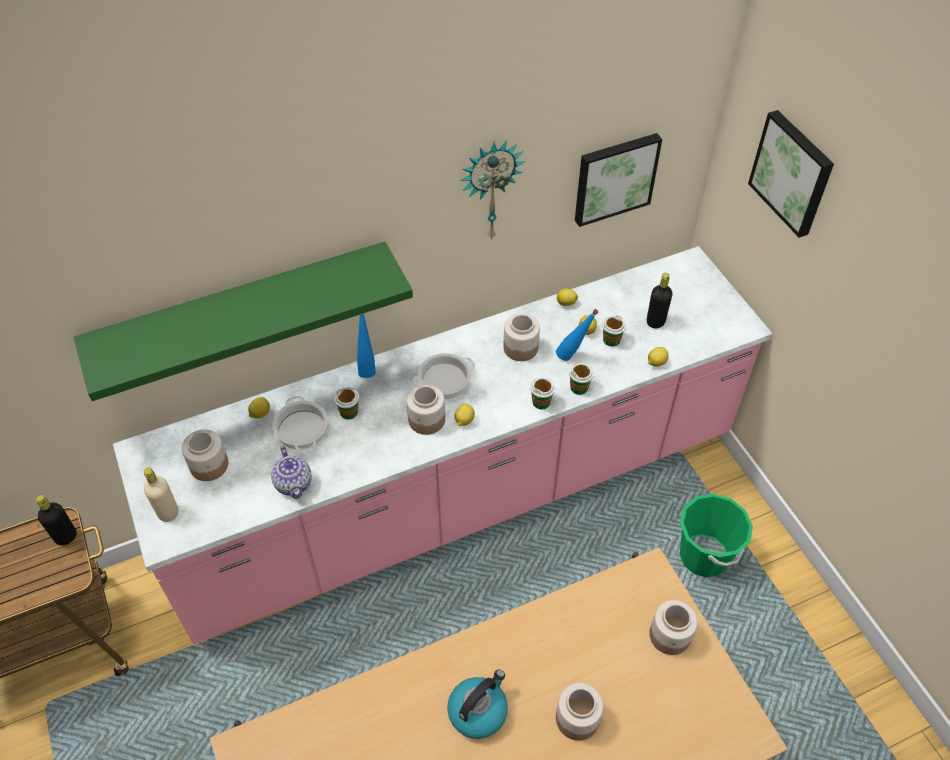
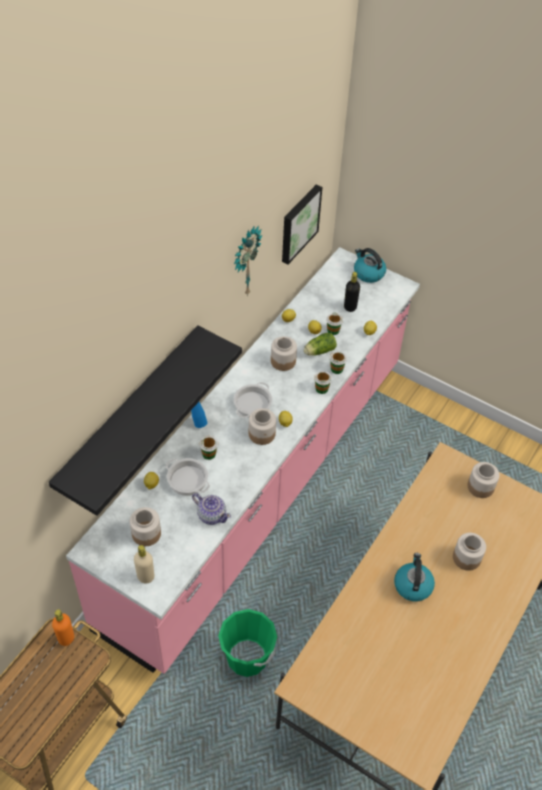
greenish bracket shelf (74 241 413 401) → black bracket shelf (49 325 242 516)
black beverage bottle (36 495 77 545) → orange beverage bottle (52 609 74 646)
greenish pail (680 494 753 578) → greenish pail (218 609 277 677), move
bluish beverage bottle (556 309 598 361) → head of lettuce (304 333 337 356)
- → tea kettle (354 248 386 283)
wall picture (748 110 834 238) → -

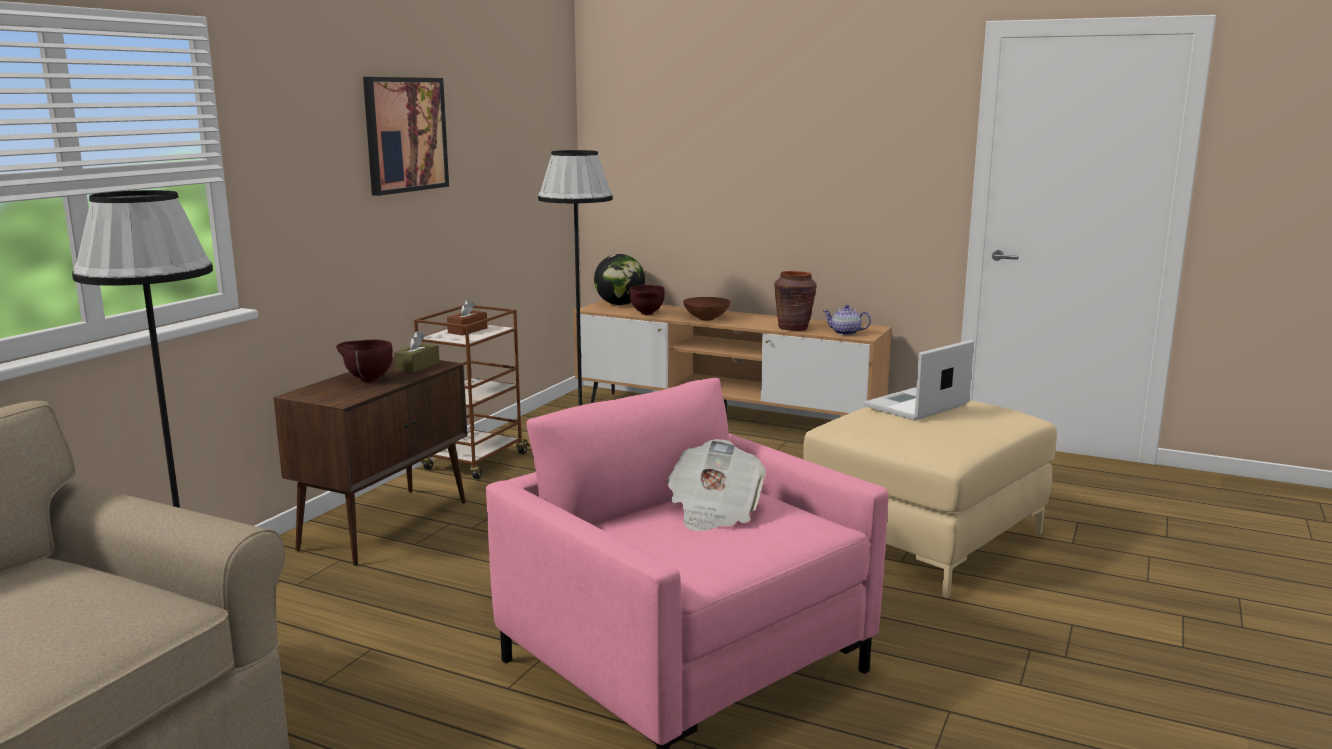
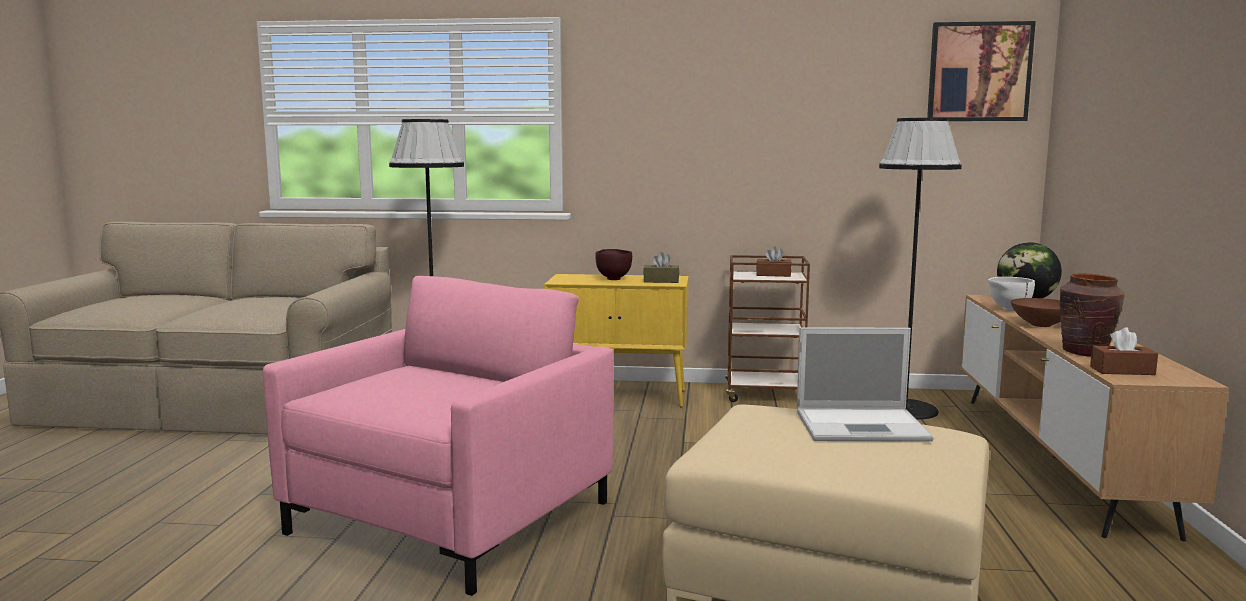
brown-coloured cabinet (273 357 467 566) → yellow-coloured cabinet (544 274 689 407)
portable computer (863 340 974 421) → portable computer (797 327 934 442), 150 degrees clockwise
wall picture (363 77 449 196) → wall picture (927 21 1036 121), move
brown-coloured serving bowl (630 285 665 315) → whitish serving bowl (988 277 1035 311)
tea pot (823 305 871 335) → brown-coloured box of tissues (1090 328 1158 375)
printed paper (667 439 767 531) → -

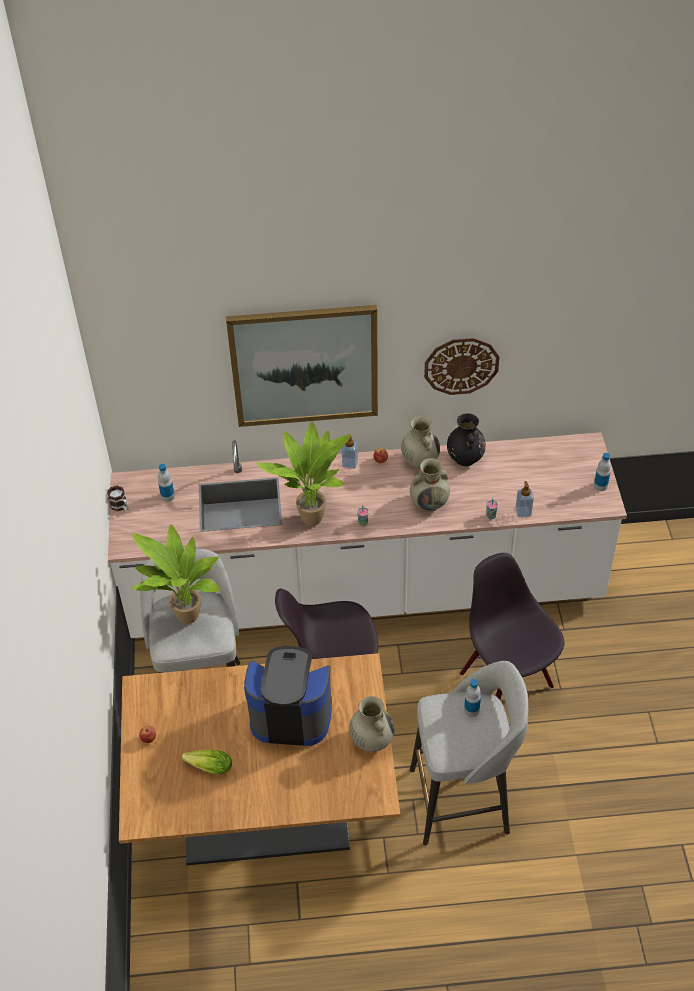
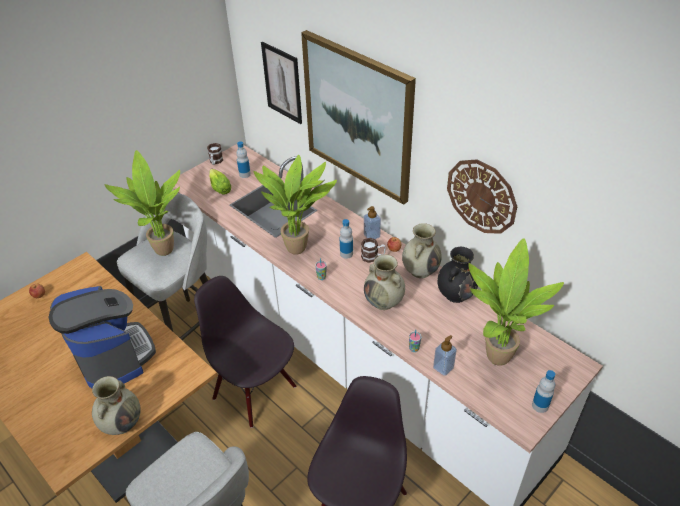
head of lettuce (182 750 232 775) → head of lettuce (209 169 231 195), move
- → wall picture (261 42 302 124)
beverage bottle (464 679 481 717) → beverage bottle (340 219 353 259), move
- → tea mug (361 238 386 263)
- → houseplant (468 238 564 366)

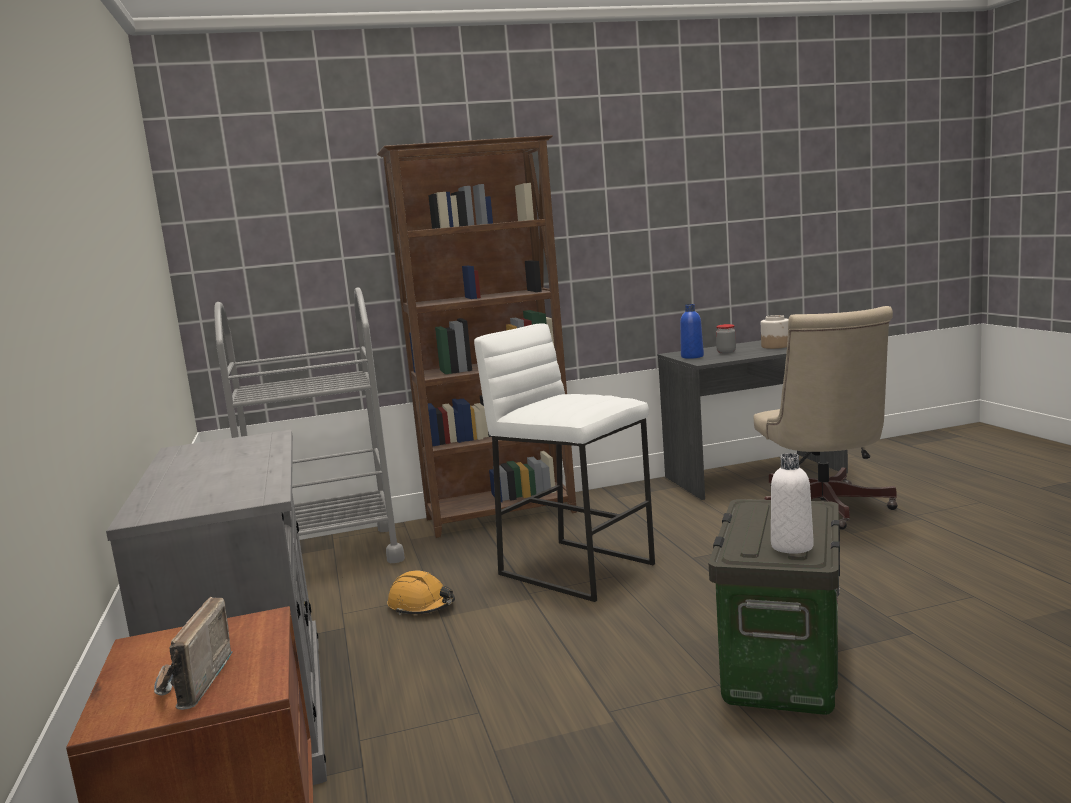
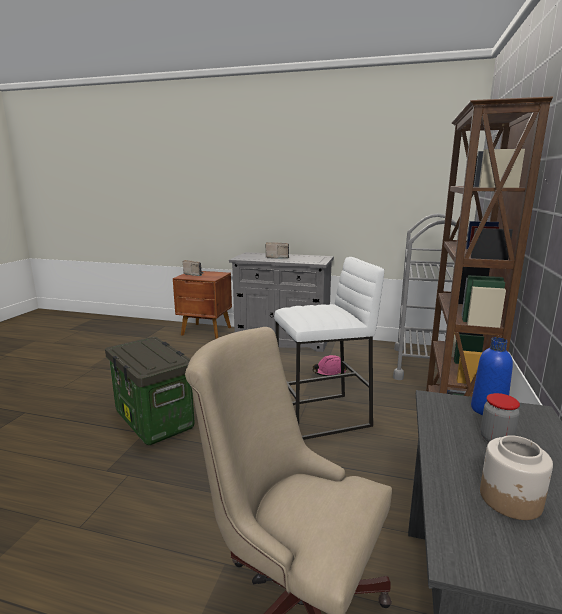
- → radio (265 242 289 258)
orange safety helmet (387 570 455 615) → pinkish safety helmet (313 355 347 376)
whitish beverage bottle (771 453 814 554) → -

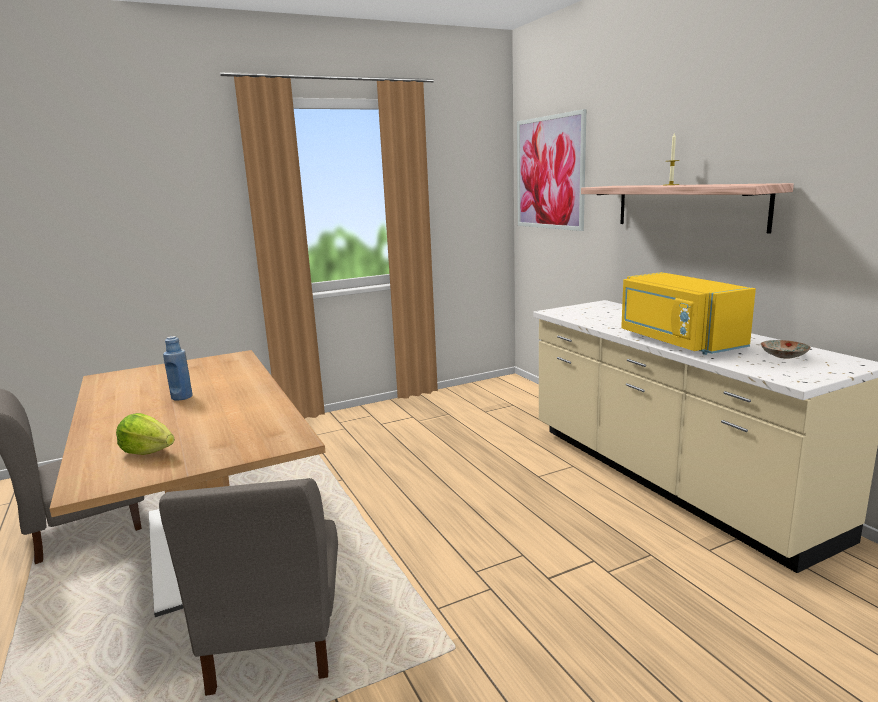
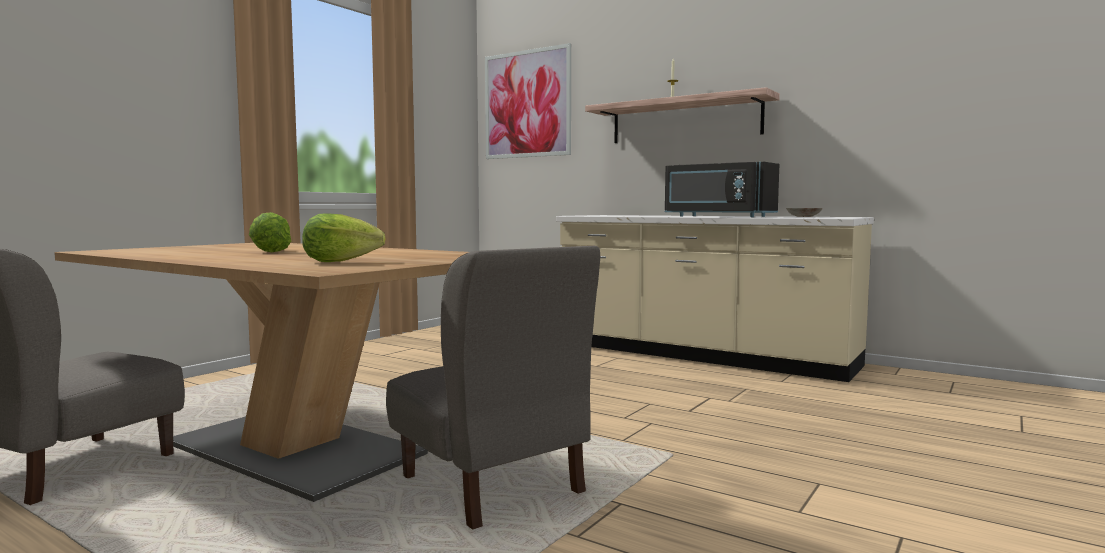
bluish beverage bottle (163 336 193 401) → head of lettuce (249 212 291 252)
yellow-coloured kitchen microwave (621 272 756 355) → black kitchen microwave (665 162 779 217)

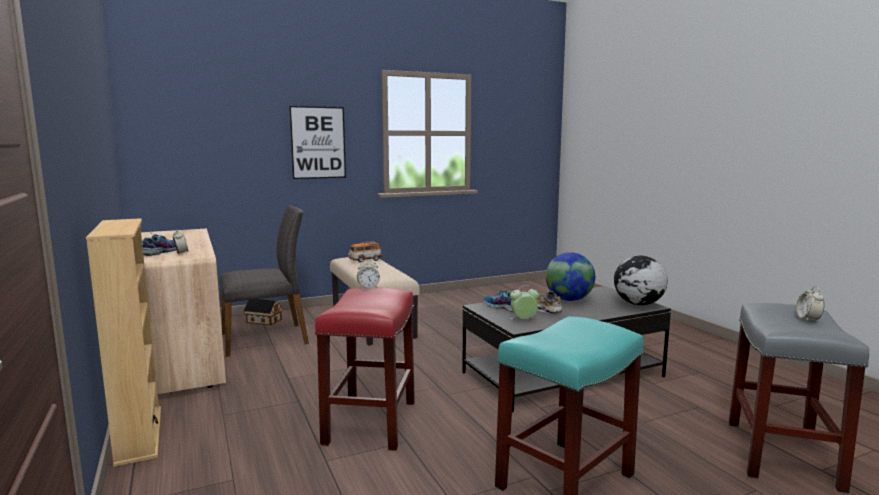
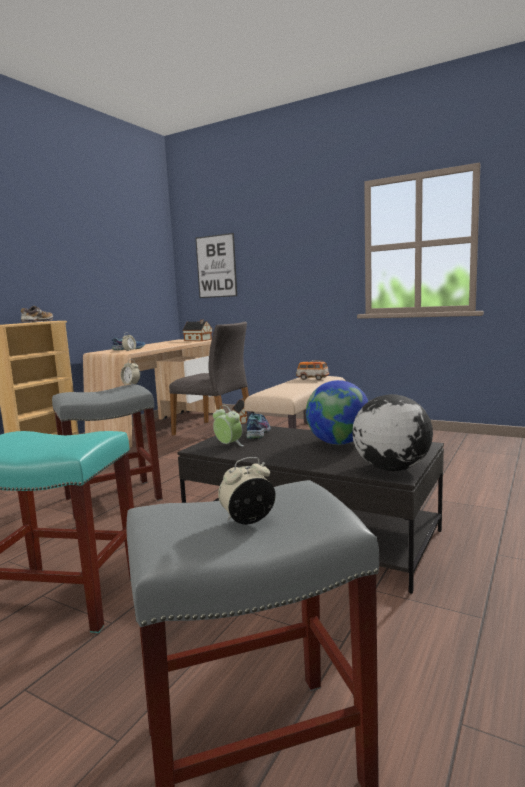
item of footwear (535 291 562 315) → item of footwear (21 306 53 323), move
red sitting stool (315 287 415 451) → grey sitting stool (52 384 163 520)
- → miniature house (182 320 212 341)
wall picture (289 106 346 179) → wall picture (195 233 237 298), move

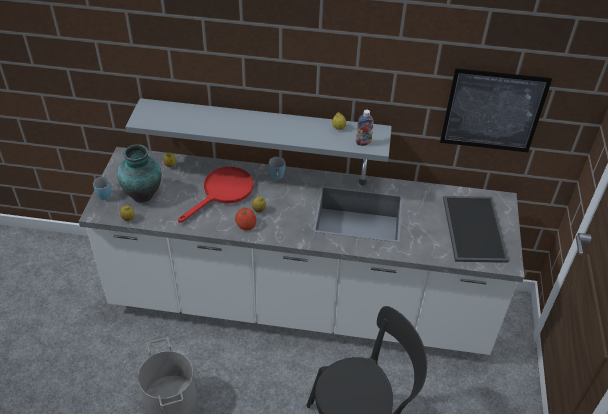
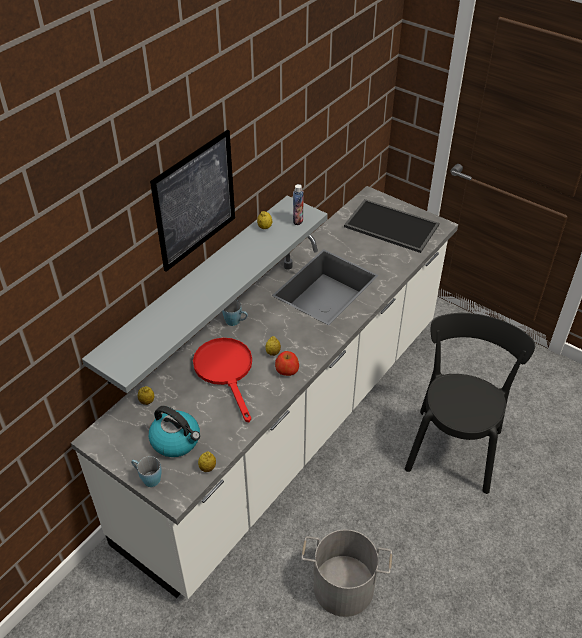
flower vase (117 144 162 203) → tea kettle (149 406 200 457)
wall picture (440 68 552 152) → wall picture (150 130 235 272), move

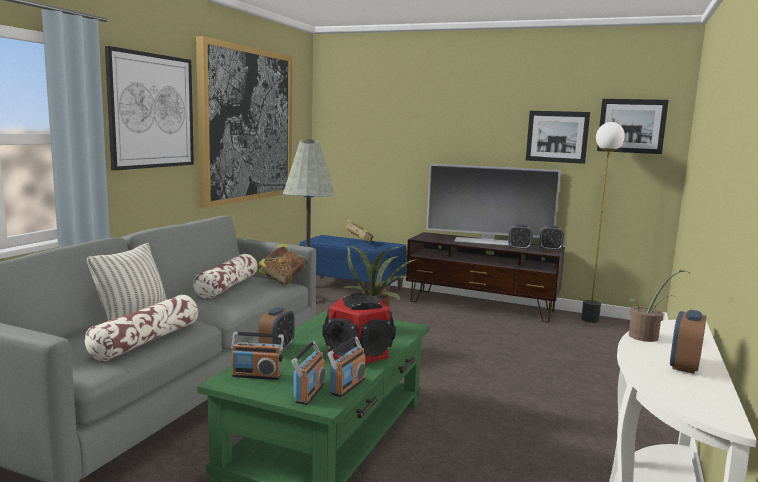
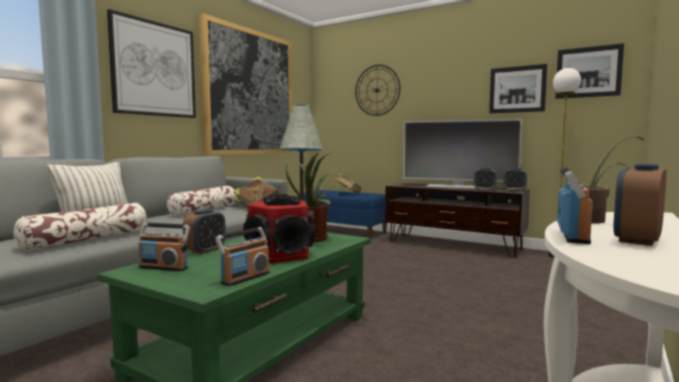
- → clock on the wall (355 64 400 116)
radio (291 341 325 405) → radio (557 167 593 244), move

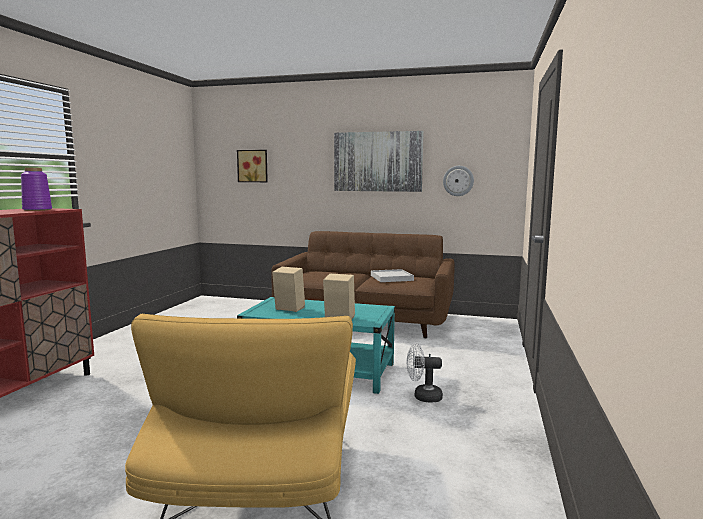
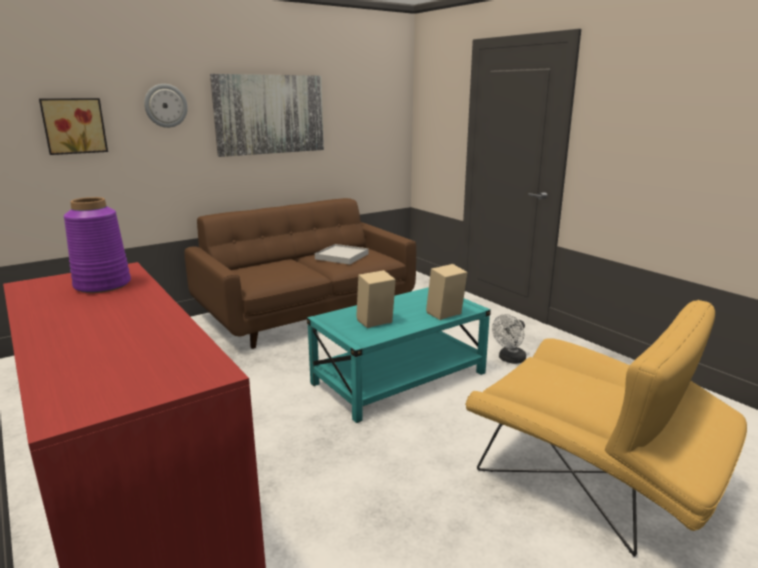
clock on the wall (443 166 474 196) → clock on the wall (144 84 188 128), move

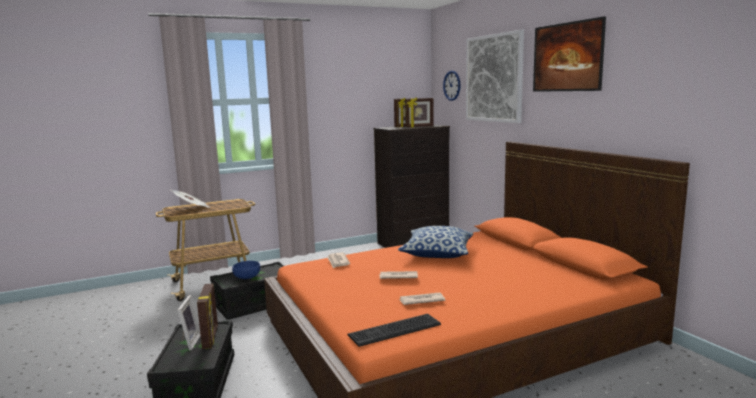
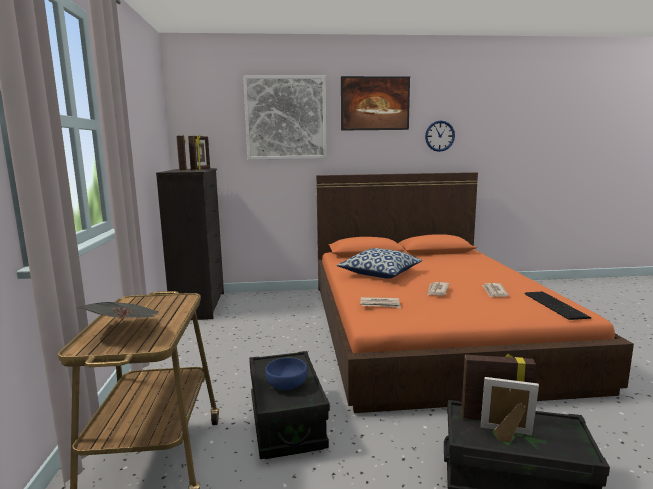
clock on the wall (443 71 461 101) → clock on the wall (425 120 455 152), move

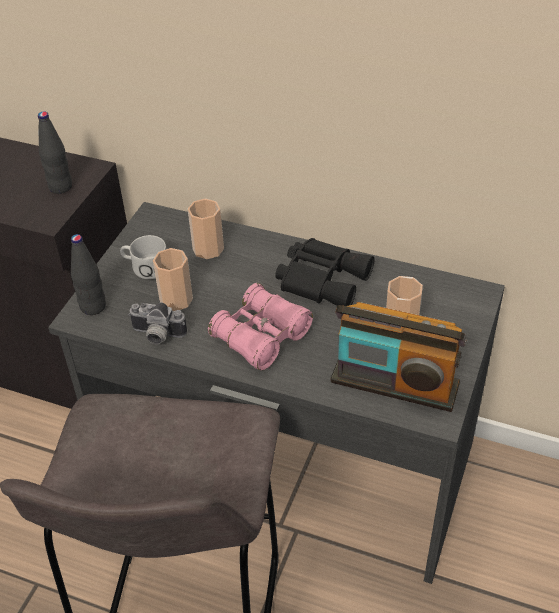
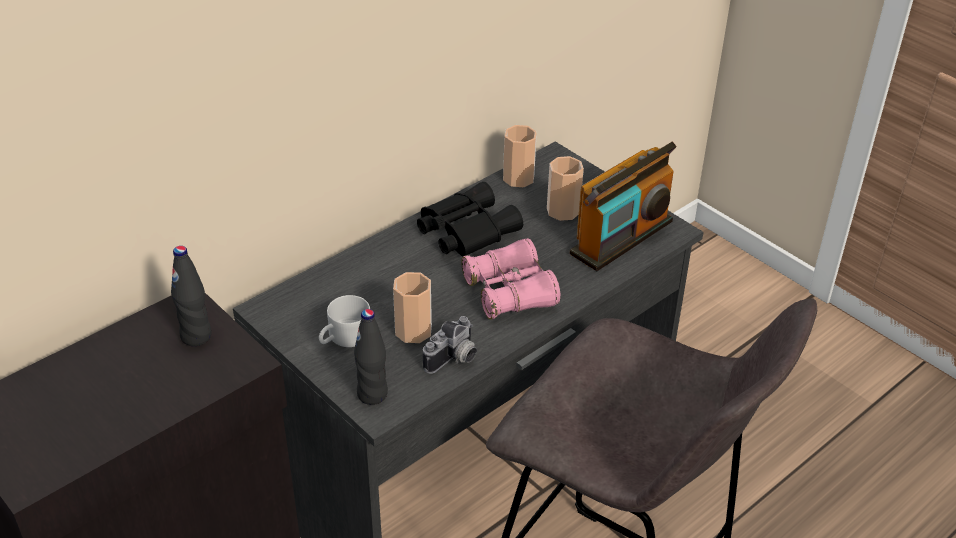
cup (188 198 224 259) → cup (503 125 537 187), move

